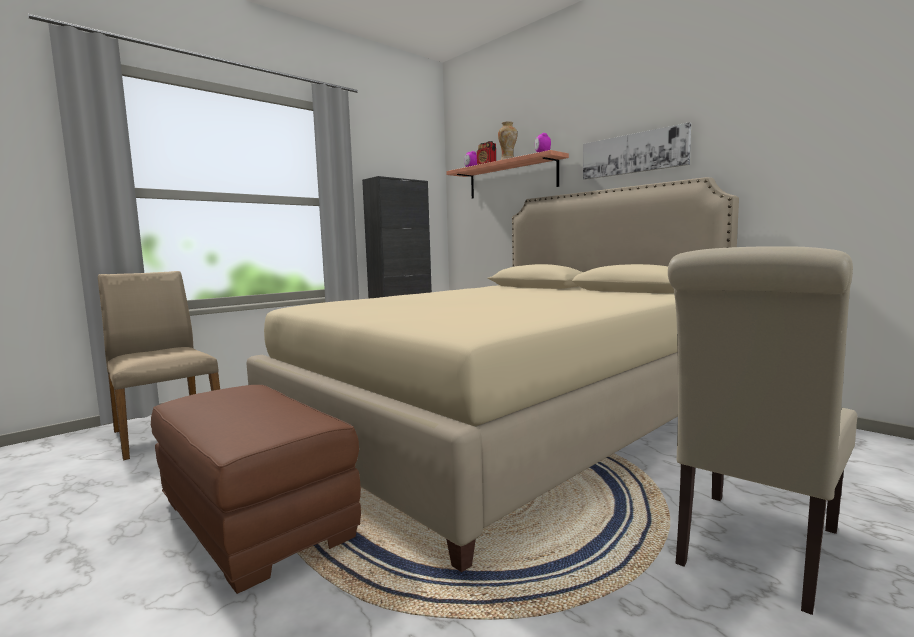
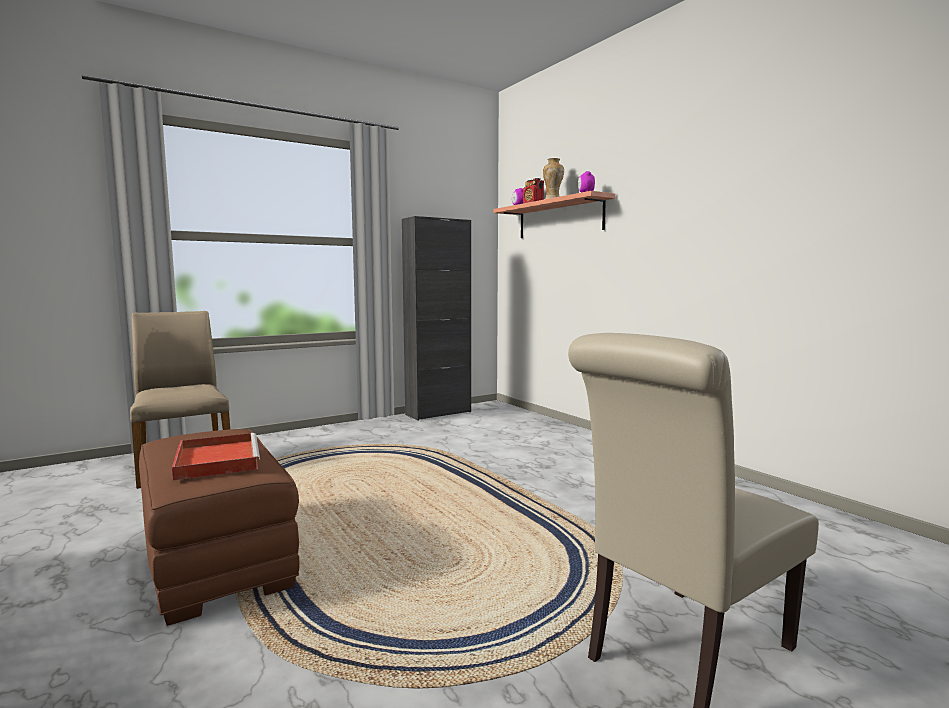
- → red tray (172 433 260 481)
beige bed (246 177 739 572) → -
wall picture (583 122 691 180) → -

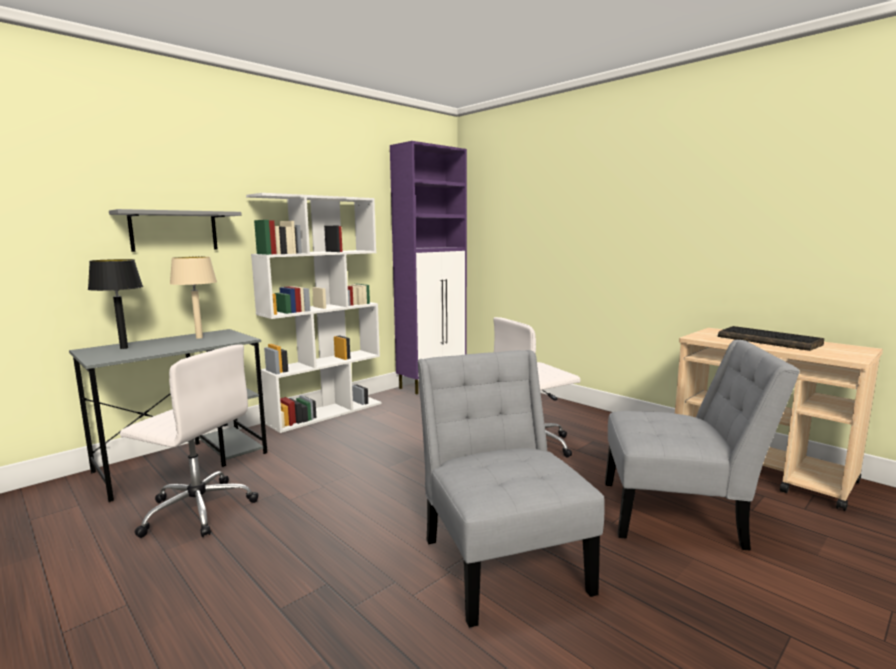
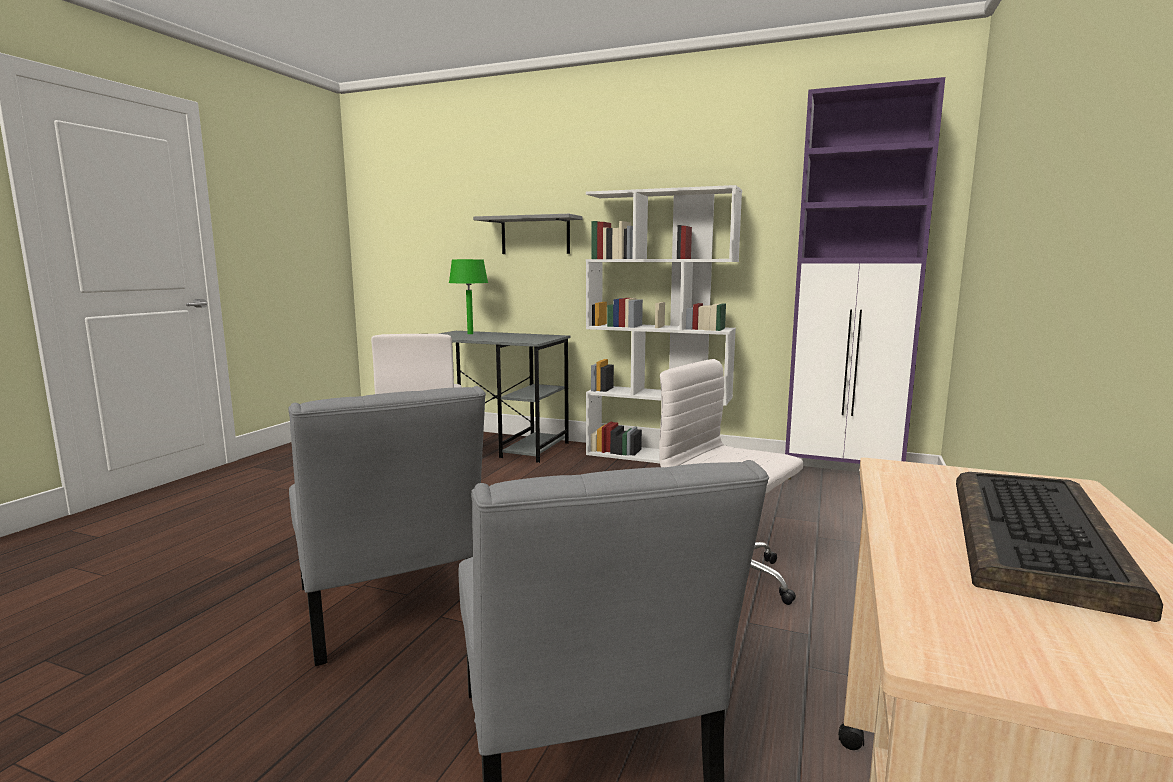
grey chair (417 350 604 628) → grey chair (288 386 486 666), 105 degrees clockwise
black lamp for a table (88 259 143 349) → greenish lamp for a table (449 259 488 334)
beige lamp for a table (170 257 217 339) → -

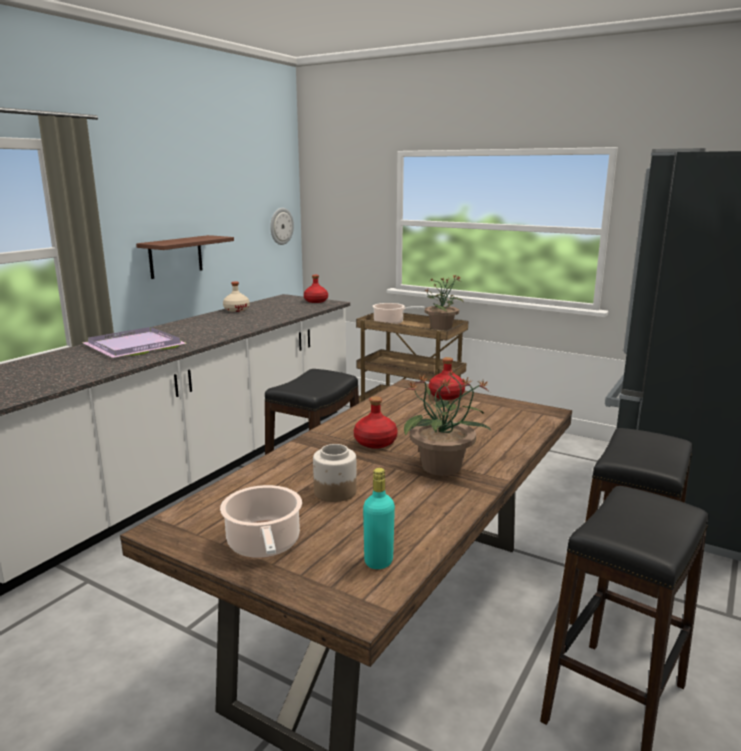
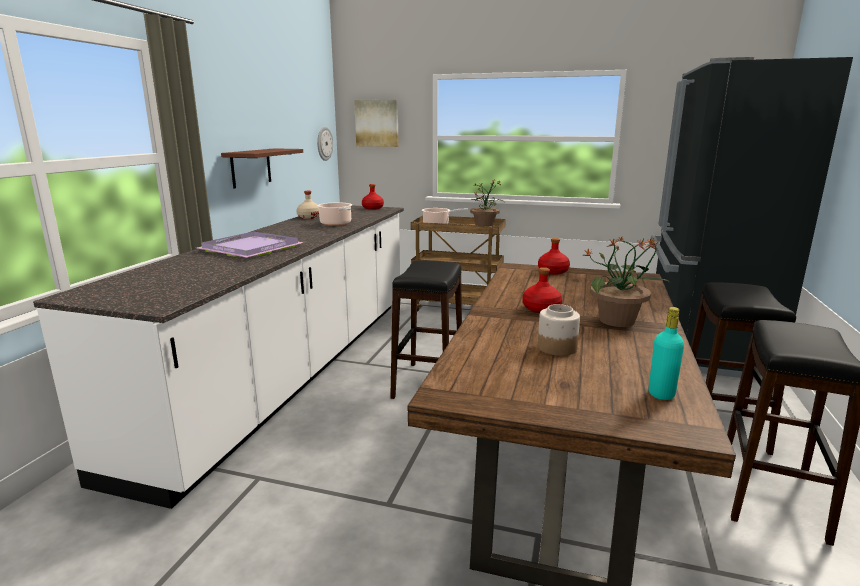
saucepot (220 485 302 558) → saucepot (317 203 352 226), move
- → wall picture (354 100 399 147)

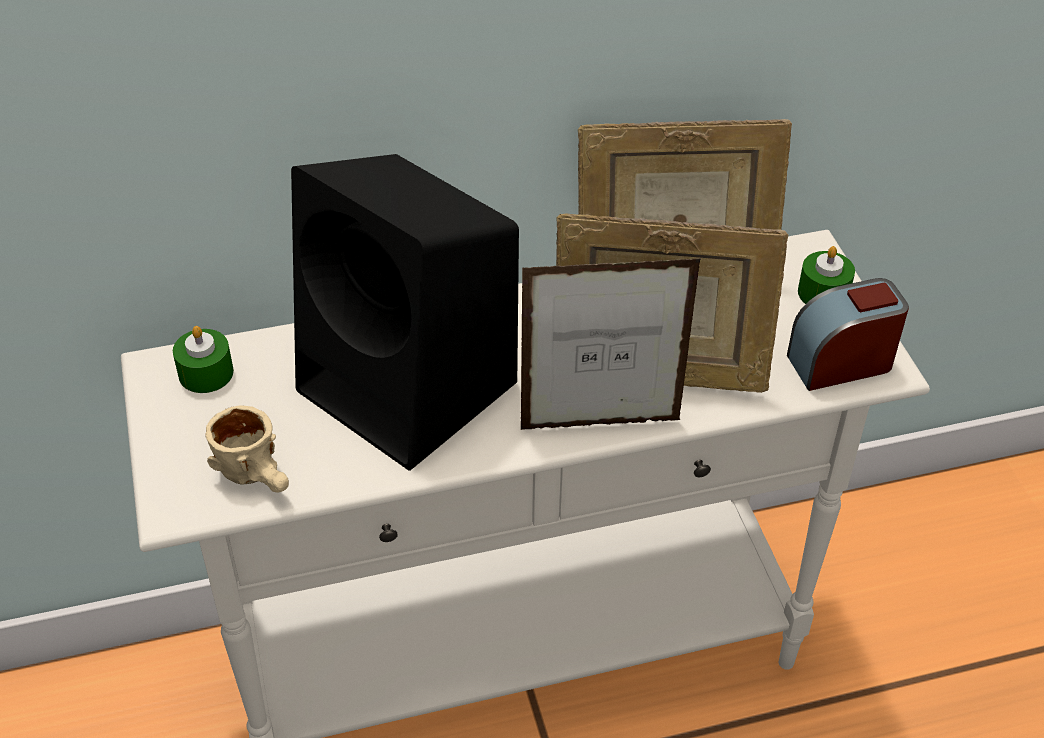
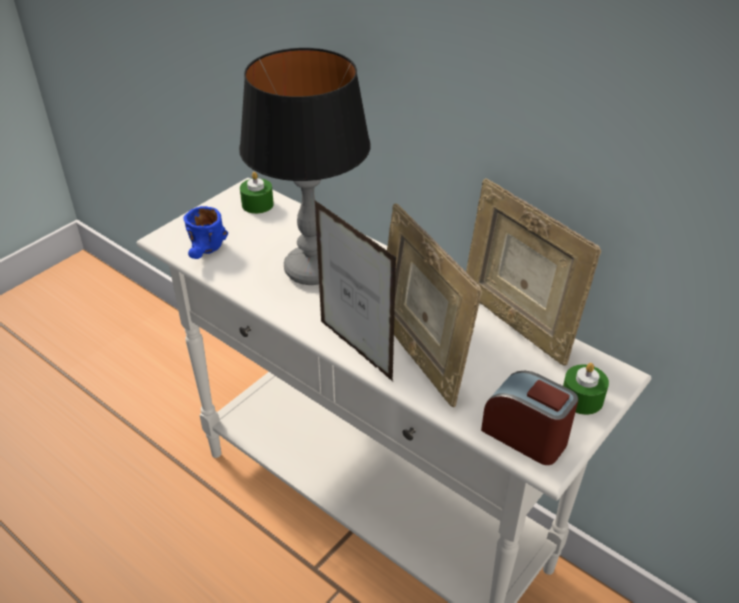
beige tea mug (205 406 289 493) → bluish tea mug (183 206 228 259)
black audio speaker (291 154 519 471) → lamp for a table (239 48 371 285)

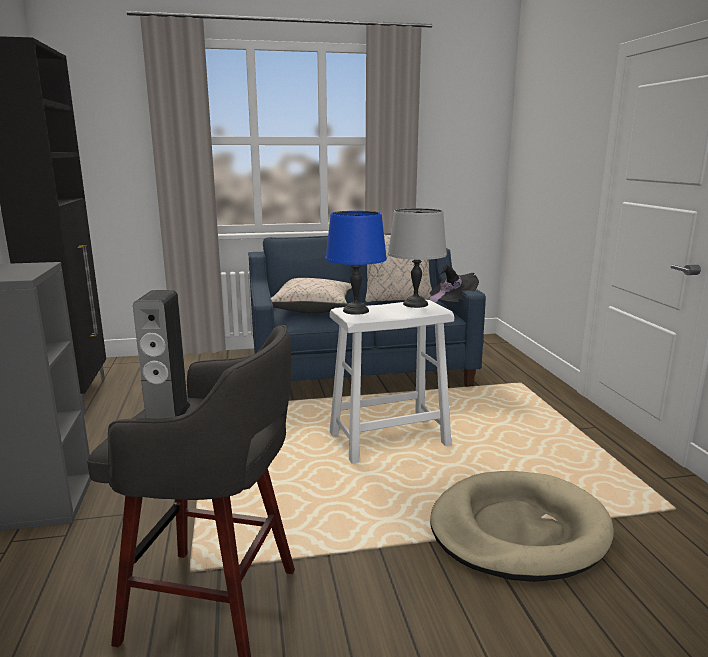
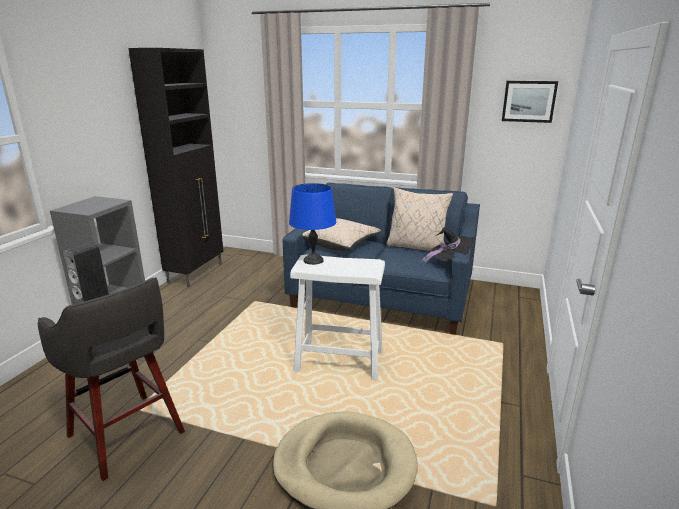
- → wall picture (502 81 558 123)
grey lamp for a table (388 208 447 308) → -

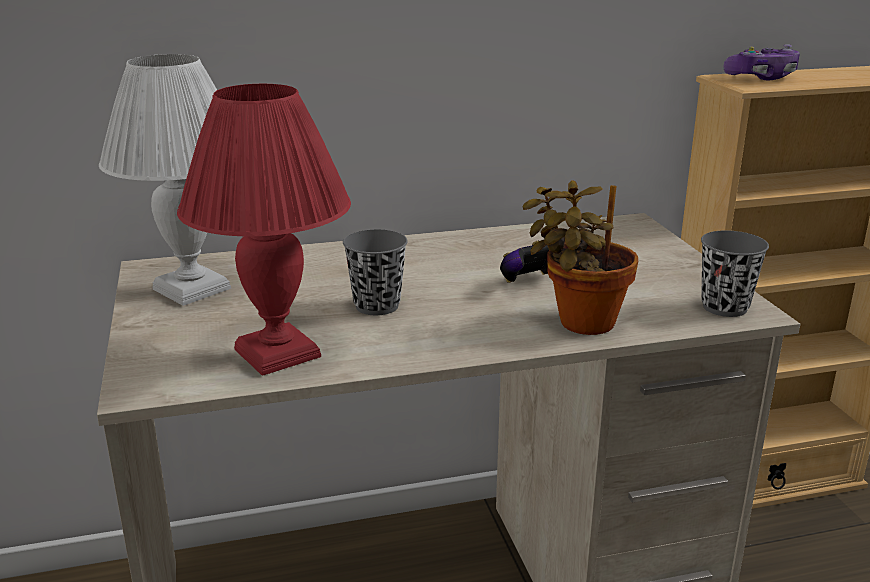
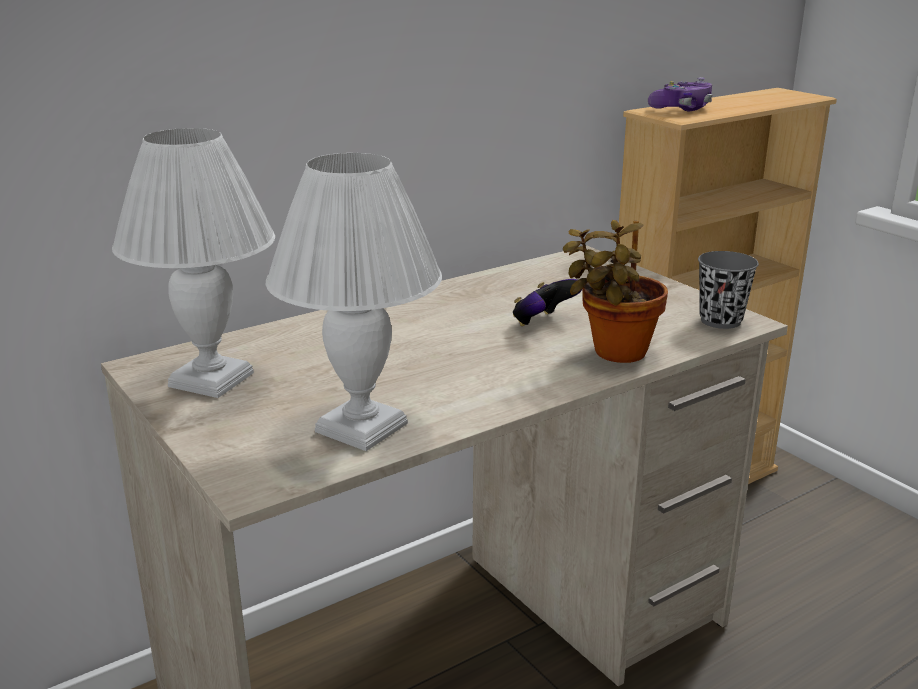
red lamp for a table (177 84 351 376) → whitish lamp for a table (266 153 442 451)
grey cup (343 229 408 315) → -

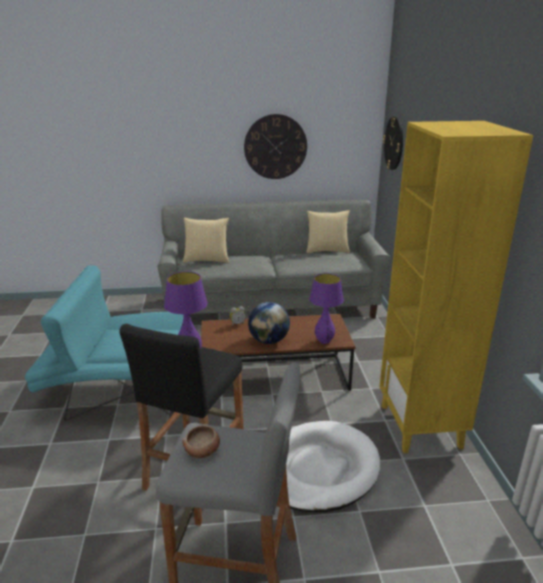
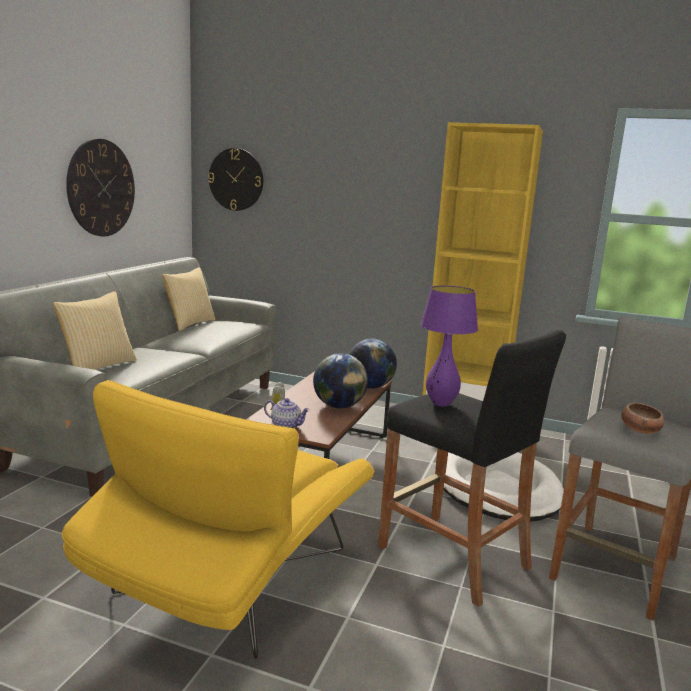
blue-green armchair (25 265 184 421) → yellow-coloured armchair (62 380 375 659)
- → tea pot (264 398 310 428)
purplish lamp for a table (309 273 344 344) → desk globe (349 339 397 389)

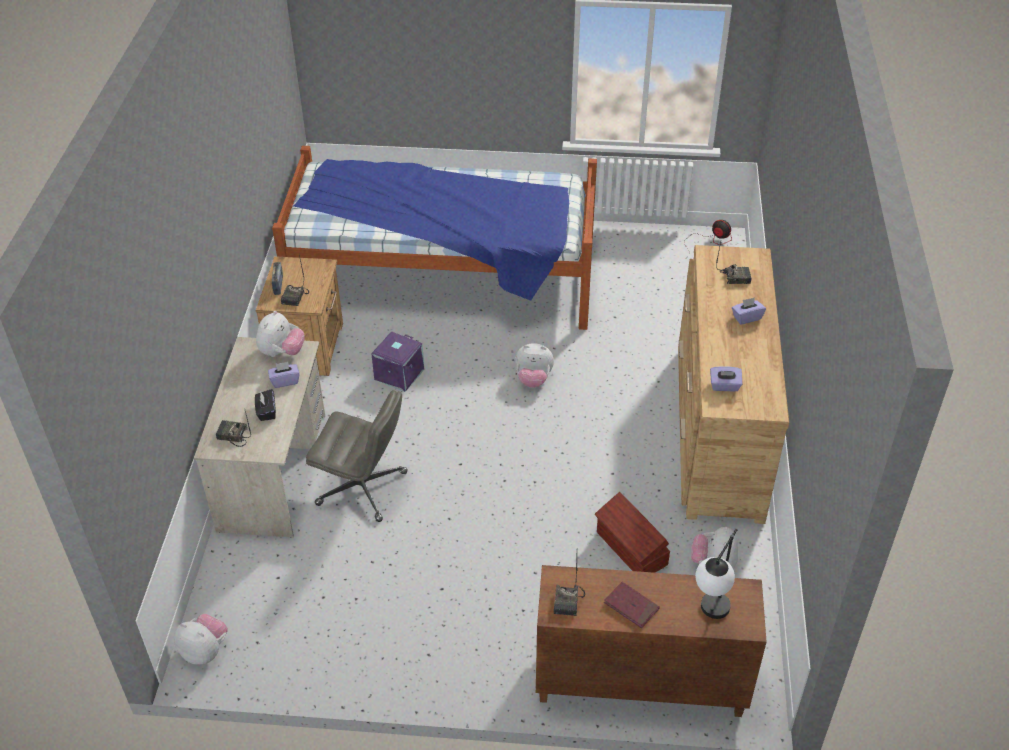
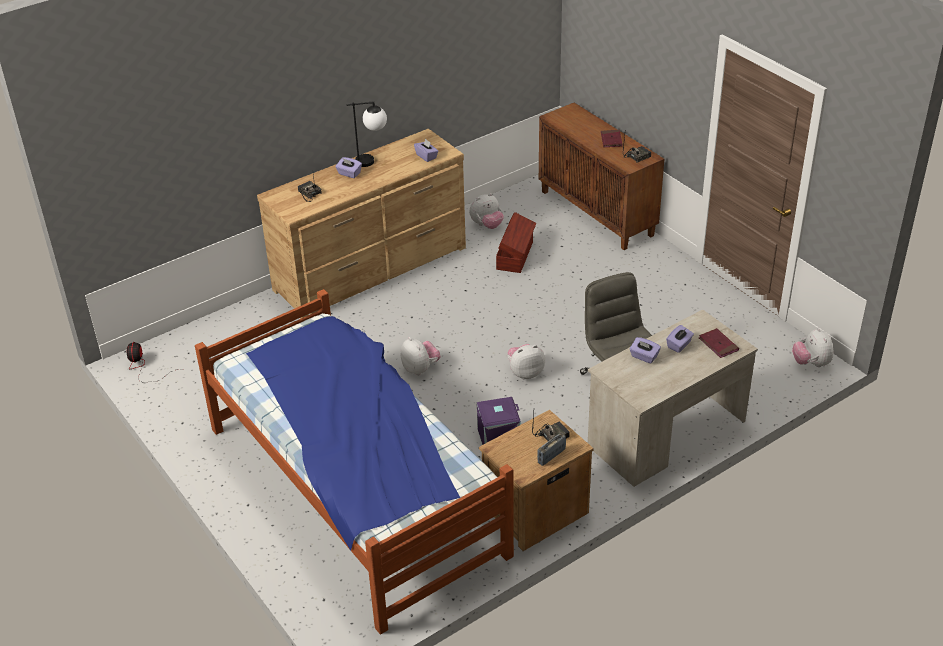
lamp for a table (695 529 737 619) → lamp for a table (346 101 387 167), move
plush toy (256 311 305 357) → plush toy (508 344 545 379), move
black box of tissues (255 389 276 421) → purplish box of tissues (666 325 694 353)
radio (216 408 251 447) → red book (699 328 739 358)

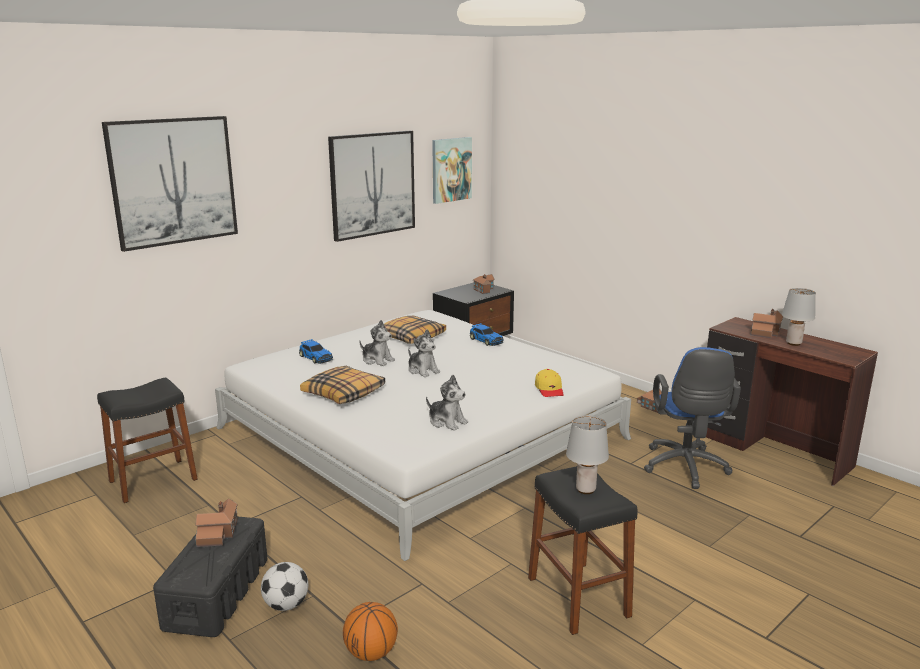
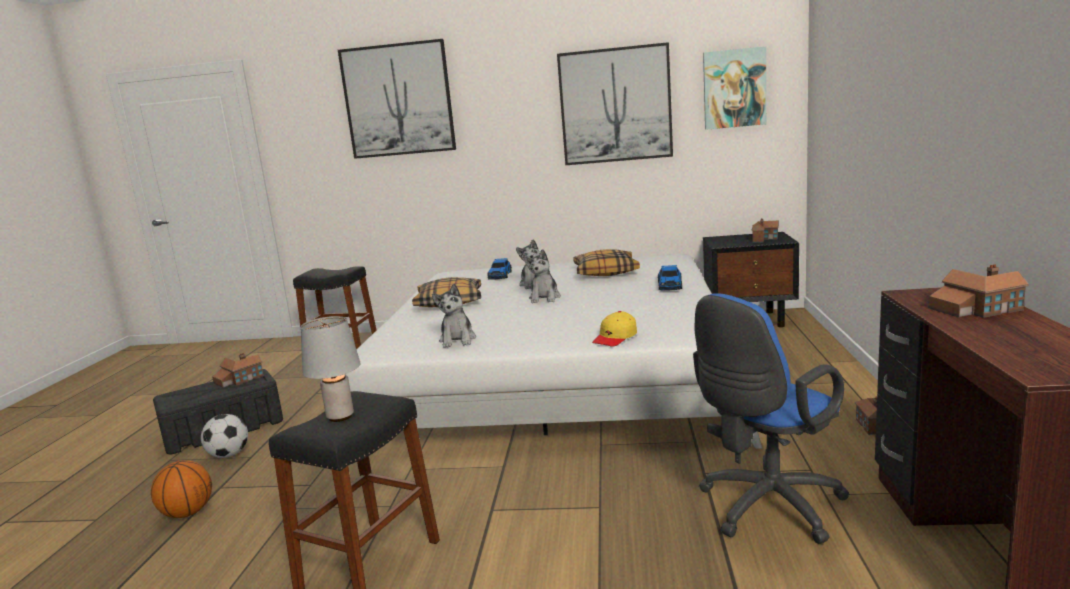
grey lamp for a table (782 288 816 346) → -

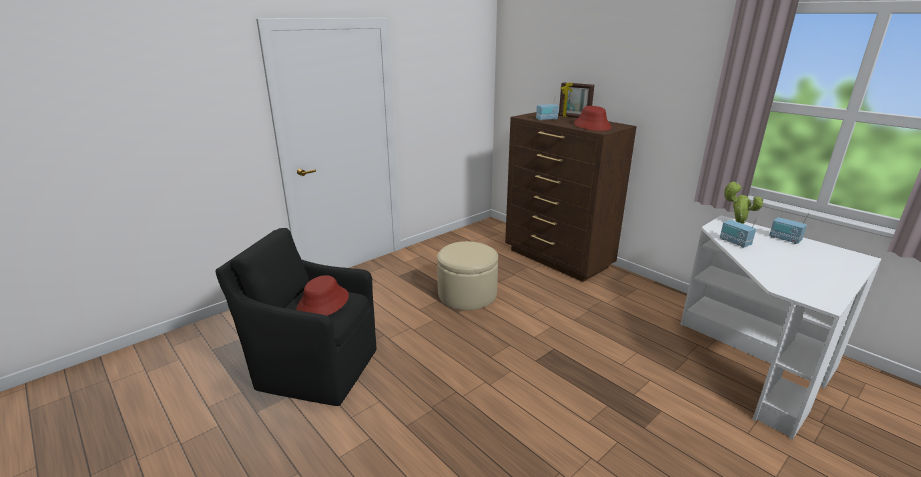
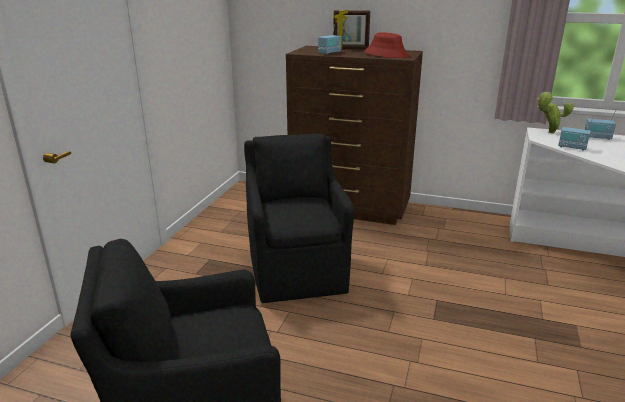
beige ottoman (437 241 498 310) → black armchair (244 133 354 303)
red wearable hat (296 275 349 316) → -

